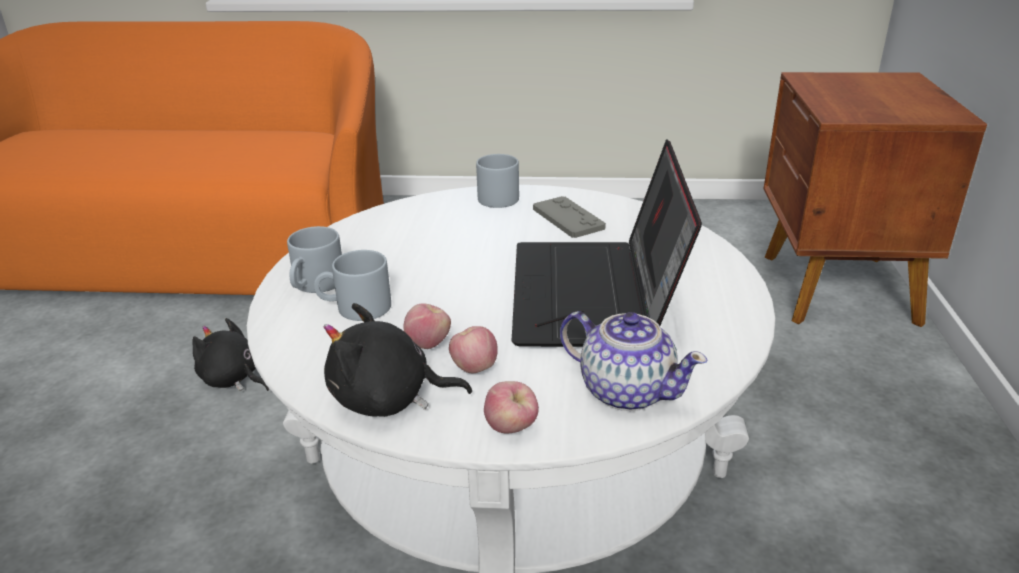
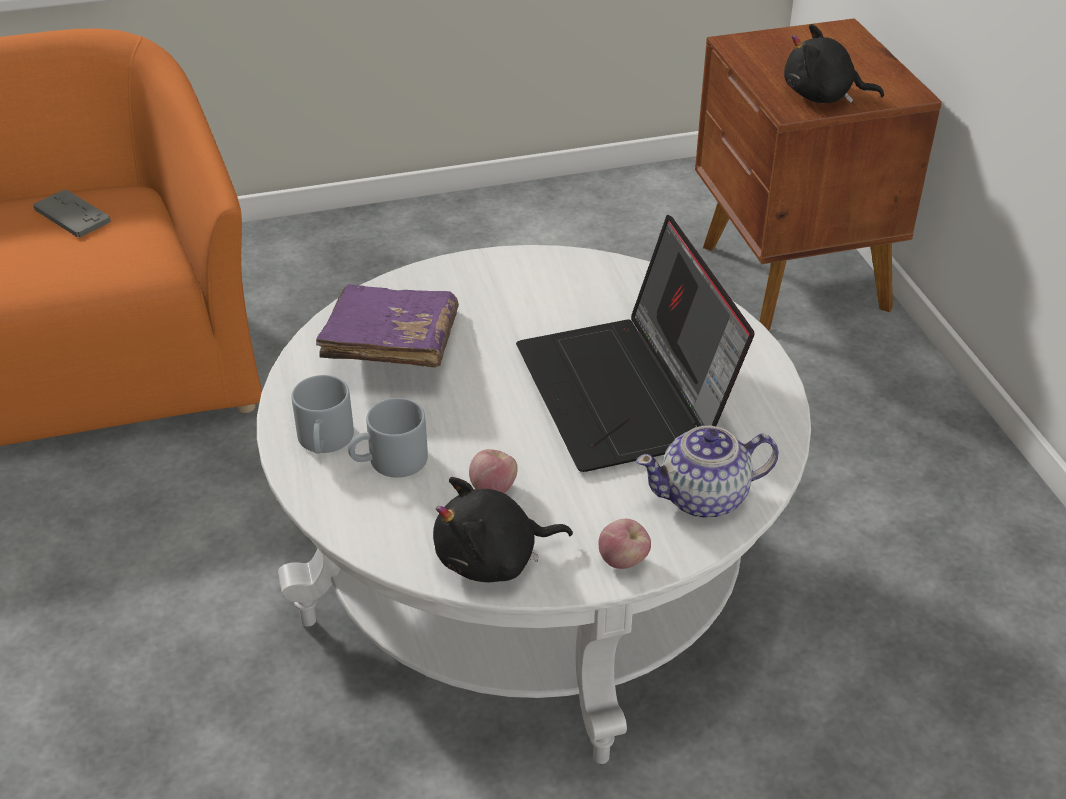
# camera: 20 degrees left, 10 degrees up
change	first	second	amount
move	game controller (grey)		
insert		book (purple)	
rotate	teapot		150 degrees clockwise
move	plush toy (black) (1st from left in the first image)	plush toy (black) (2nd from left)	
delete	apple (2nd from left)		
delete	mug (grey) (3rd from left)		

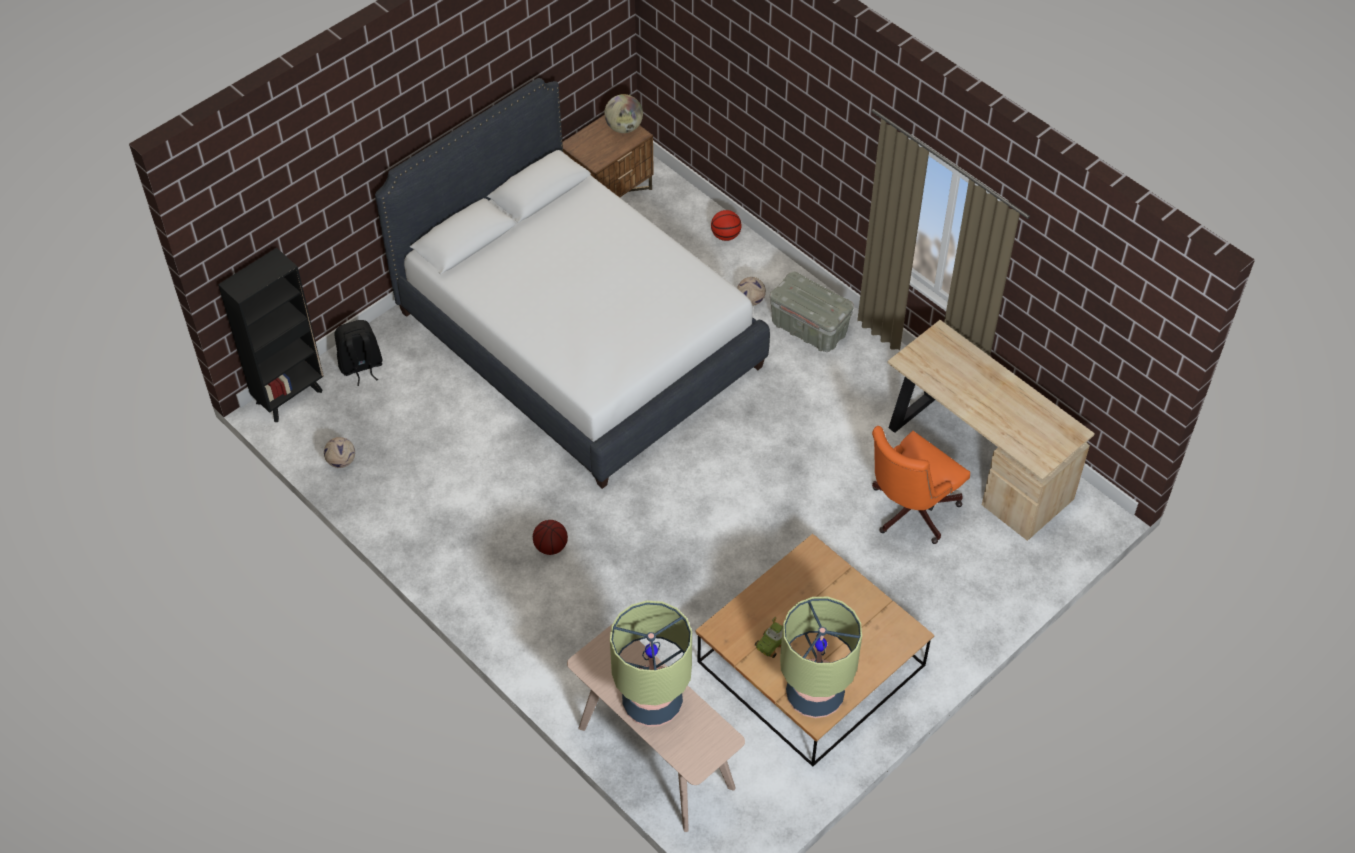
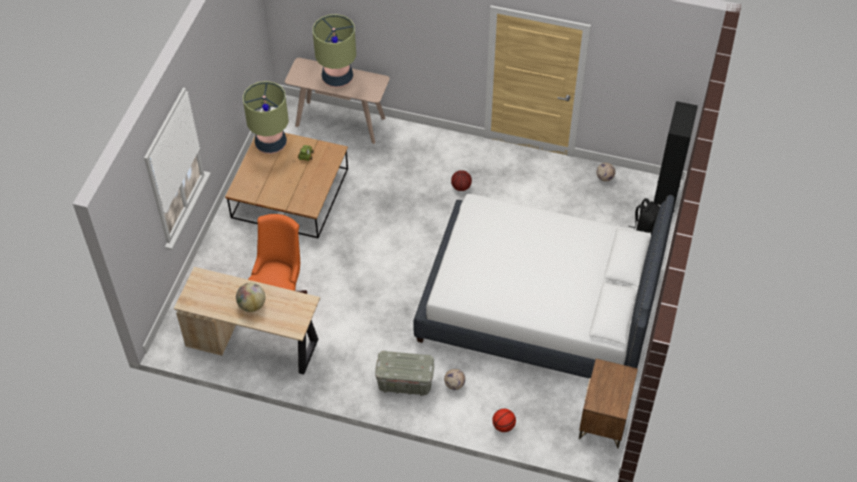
# camera: 150 degrees right, 0 degrees up
change	first	second	amount
move	globe		

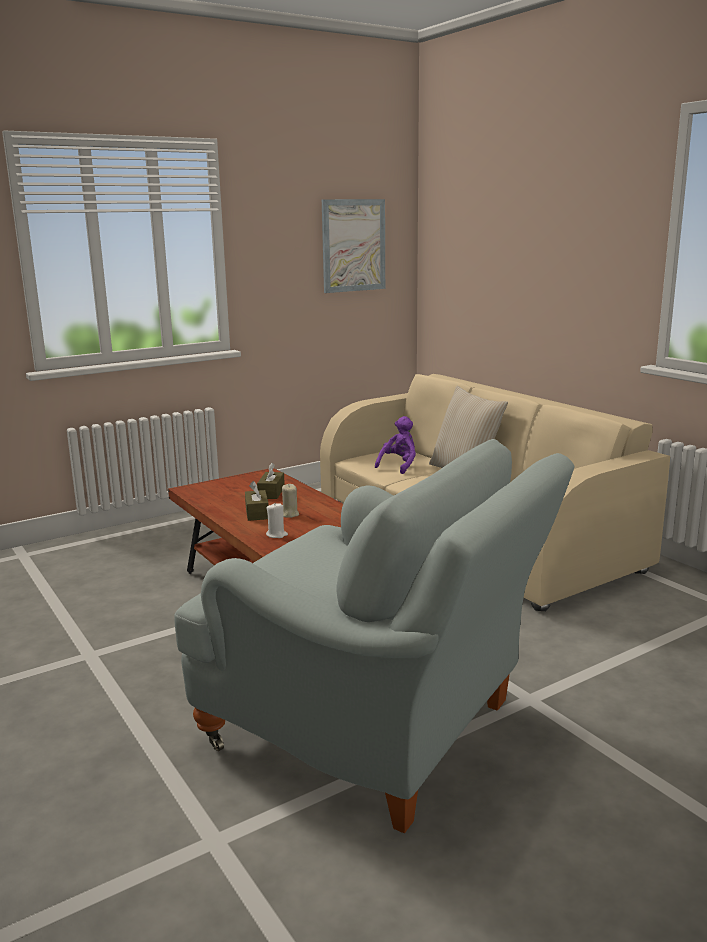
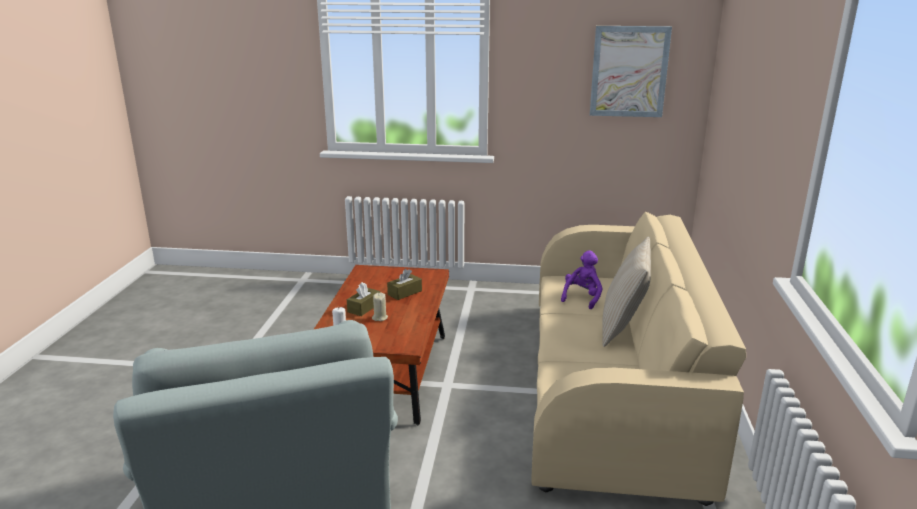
# camera: 40 degrees right, 5 degrees up
change	first	second	amount
rotate	plush toy (purple)		45 degrees counterclockwise

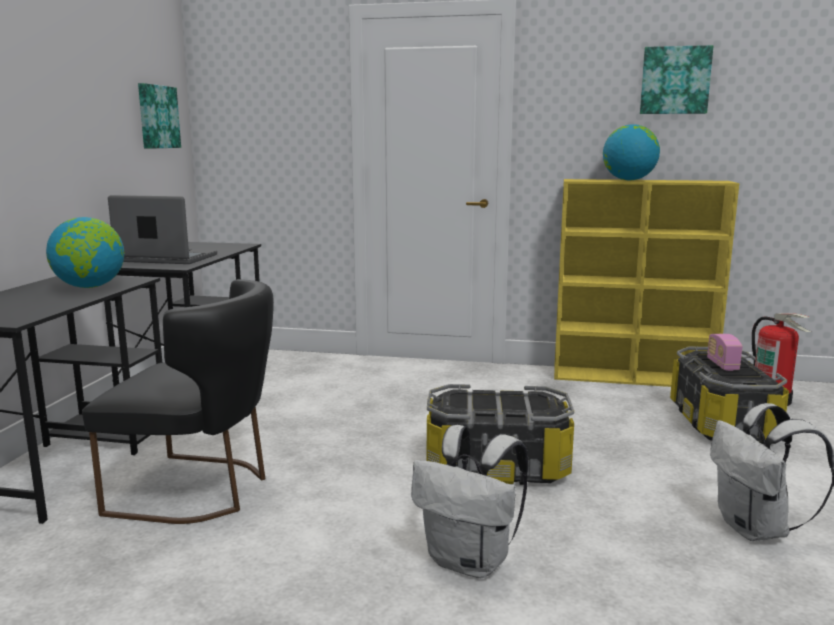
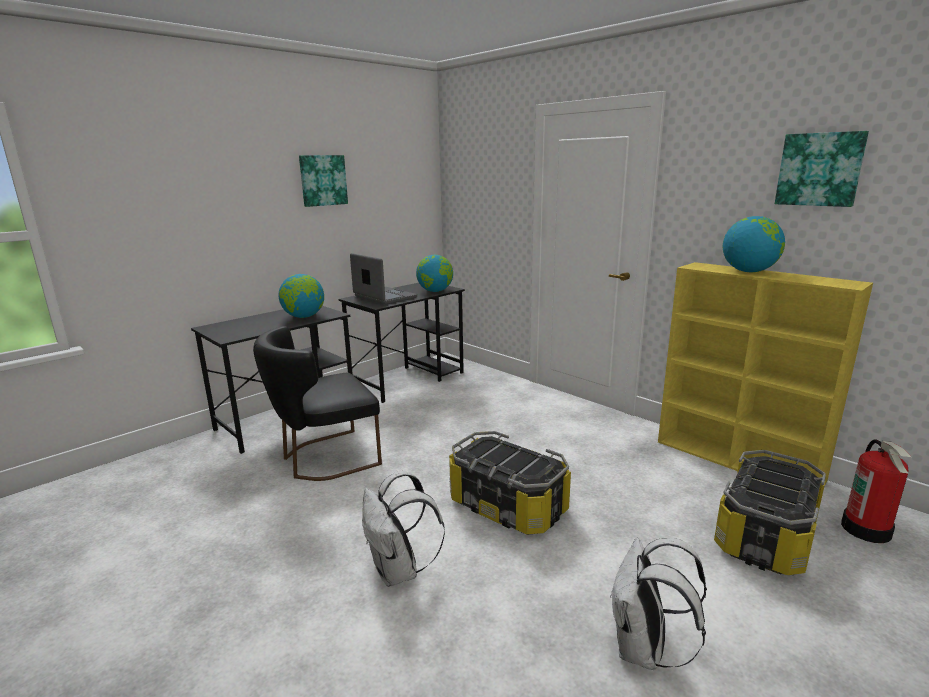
# camera: 35 degrees right, 5 degrees up
change	first	second	amount
rotate	chair (black)		105 degrees clockwise
move	picture (1st from left)		
insert		globe (2nd from left)	
delete	radio		

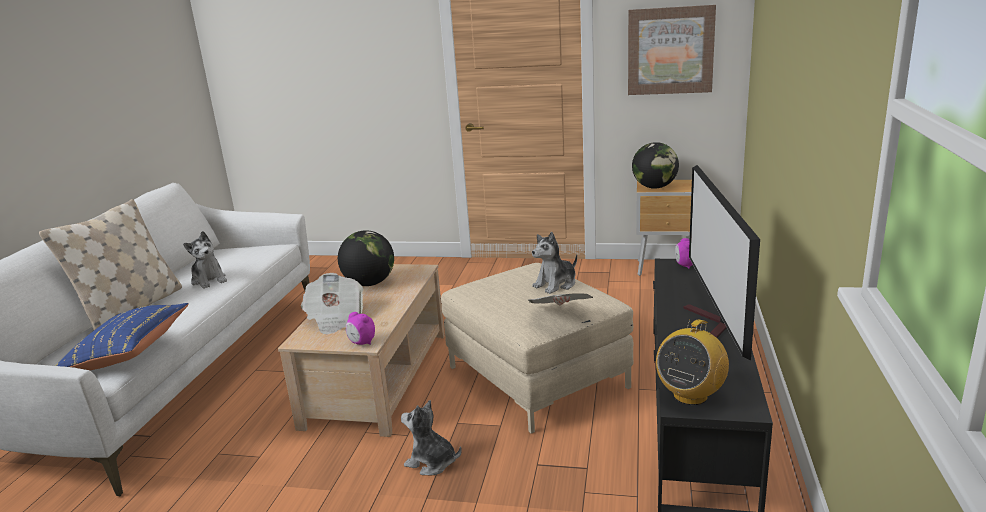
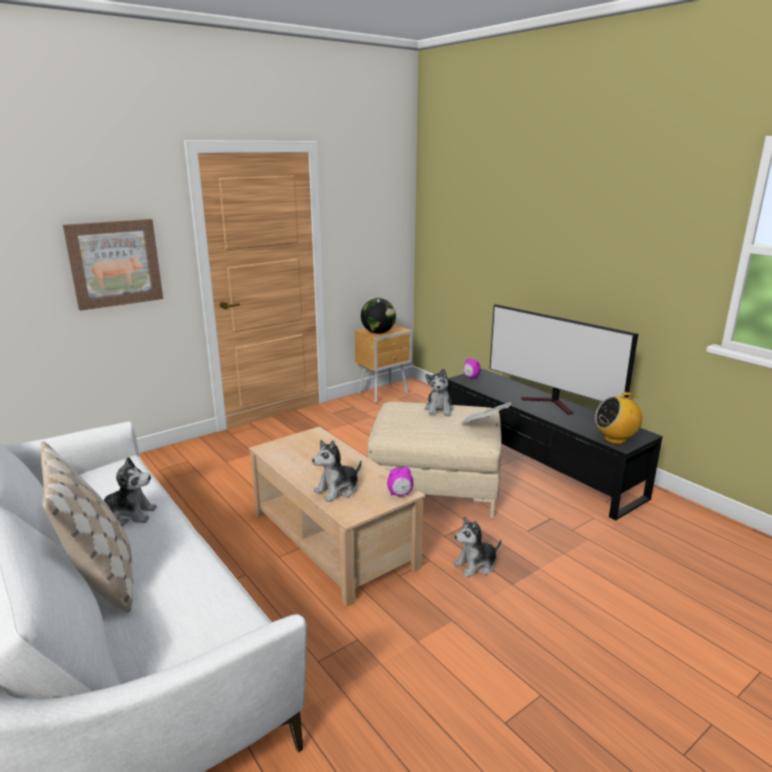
# camera: 50 degrees left, 0 degrees up
change	first	second	amount
move	picture		
replace	newspaper (1st from left)	plush toy (2nd from left)	
rotate	radio		90 degrees clockwise
delete	pillow (blue)		
delete	globe (1st from left)		

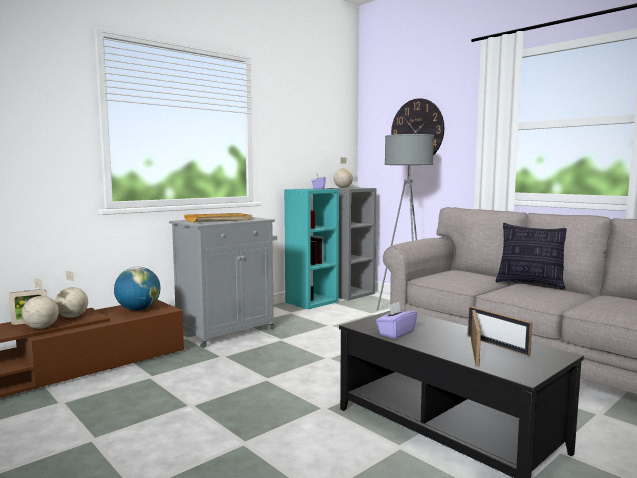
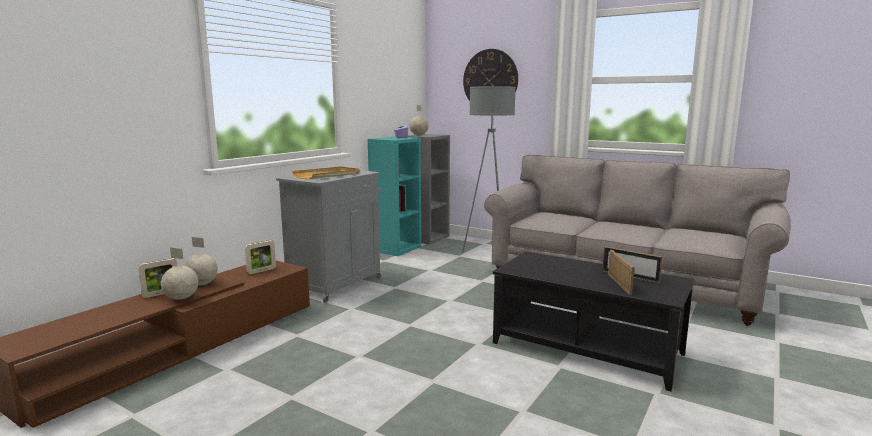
# camera: 15 degrees left, 5 degrees up
change	first	second	amount
replace	globe (3rd from left)	picture frame (2nd from left)	
delete	tissue box (purple) (2nd from left)		
delete	pillow		

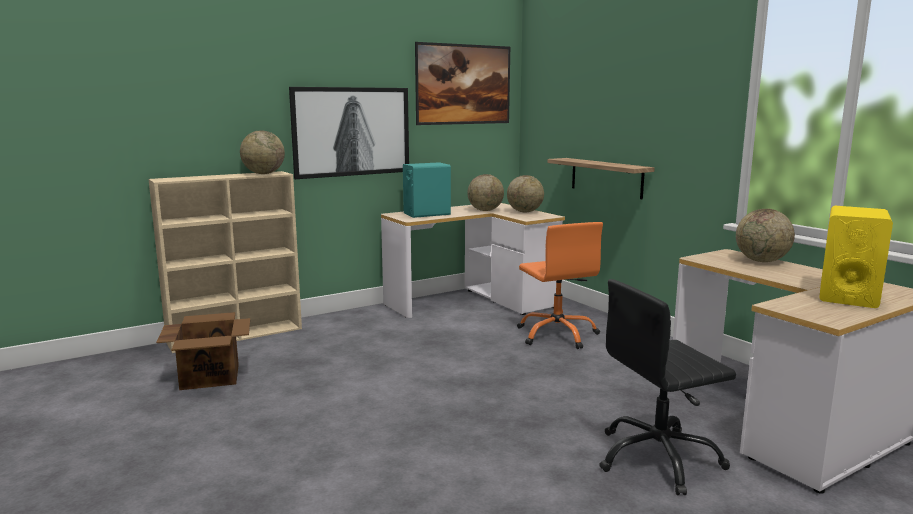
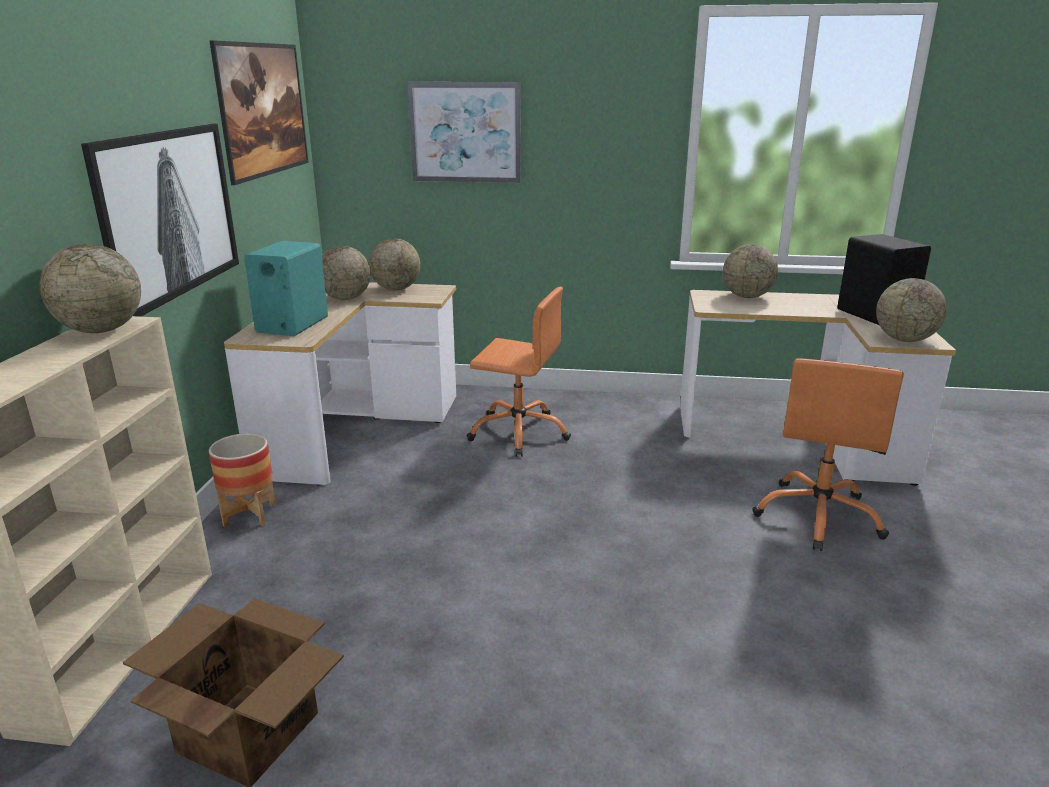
# camera: 50 degrees left, 10 degrees up
change	first	second	amount
insert		planter	
insert		picture (3rd from left)	
recolor	office chair (black)	office chair (orange) (2nd from left)	
recolor	speaker (yellow)	speaker (black)	
insert		globe (5th from left)	
delete	shelf		

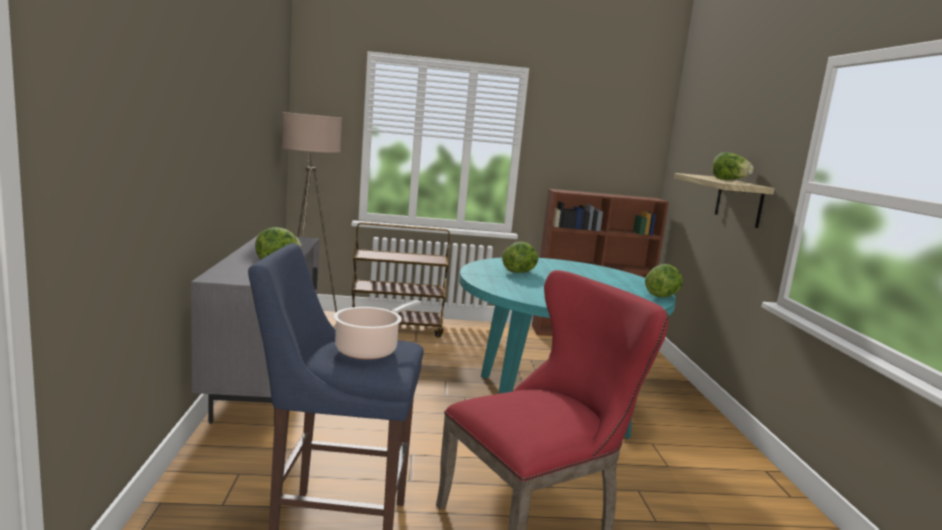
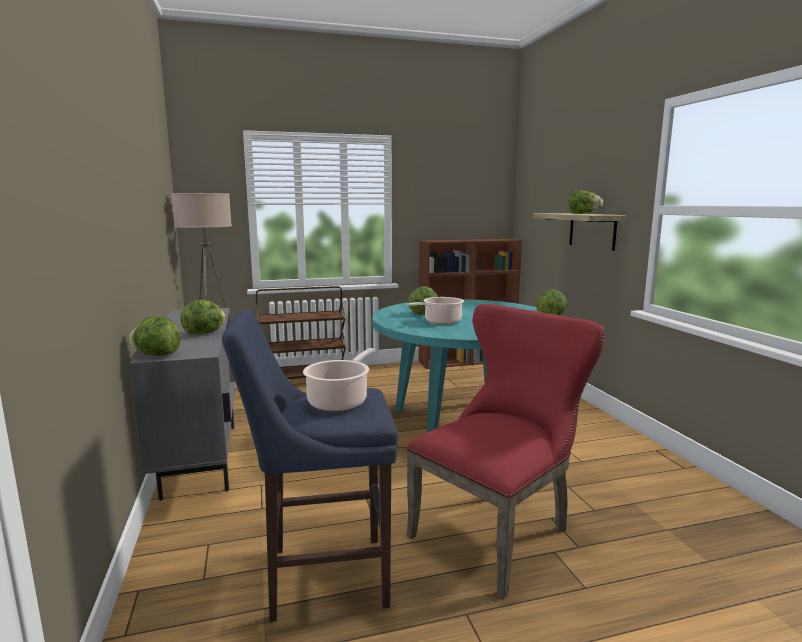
# camera: 10 degrees left, 0 degrees up
change	first	second	amount
insert		lettuce (1st from left)	
insert		cooking pot (2nd from left)	

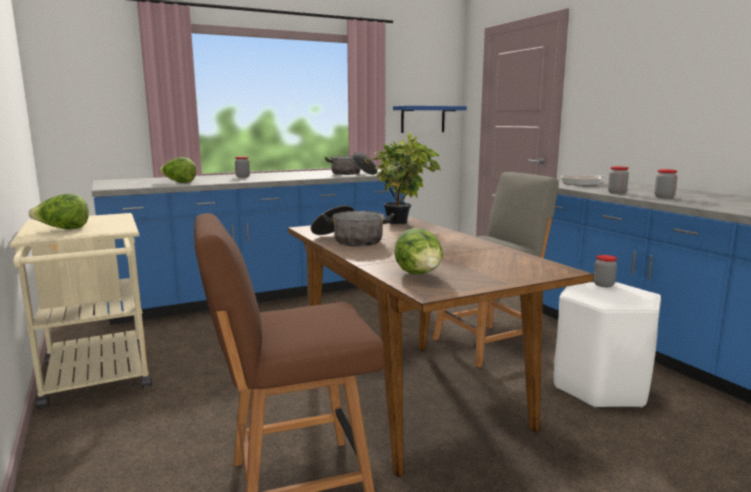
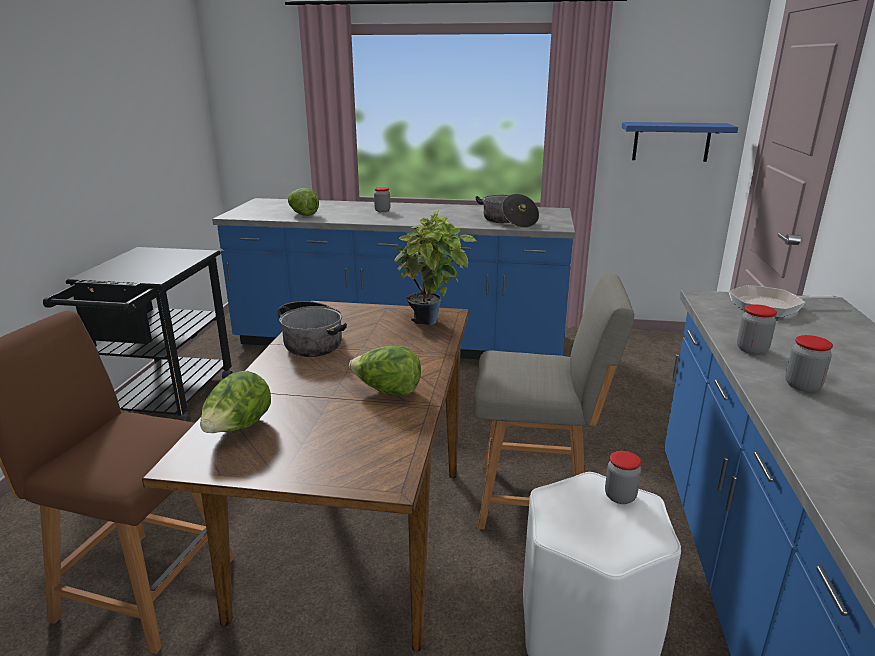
# camera: 35 degrees right, 10 degrees up
change	first	second	amount
recolor	cart (beige)	cart (black)	
move	lettuce (1st from left in the first image)	lettuce (3rd from left)	

